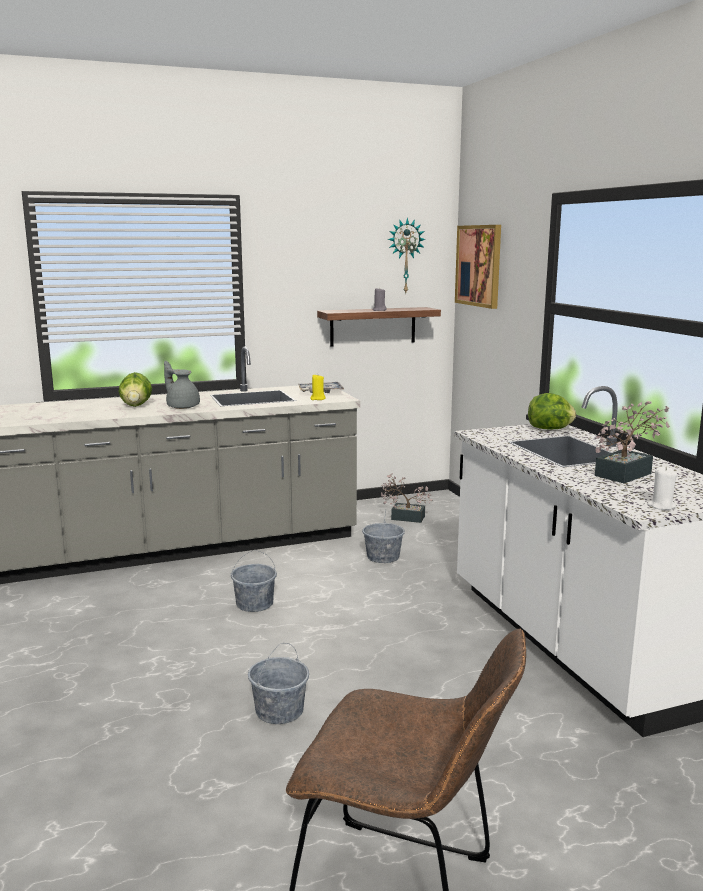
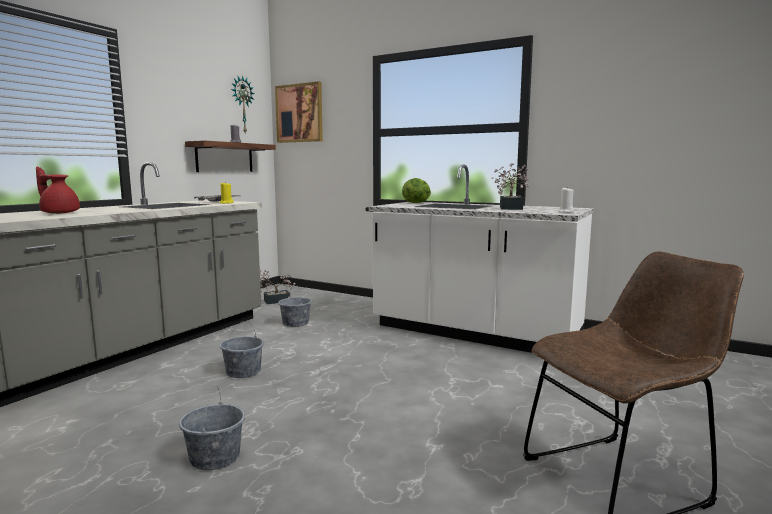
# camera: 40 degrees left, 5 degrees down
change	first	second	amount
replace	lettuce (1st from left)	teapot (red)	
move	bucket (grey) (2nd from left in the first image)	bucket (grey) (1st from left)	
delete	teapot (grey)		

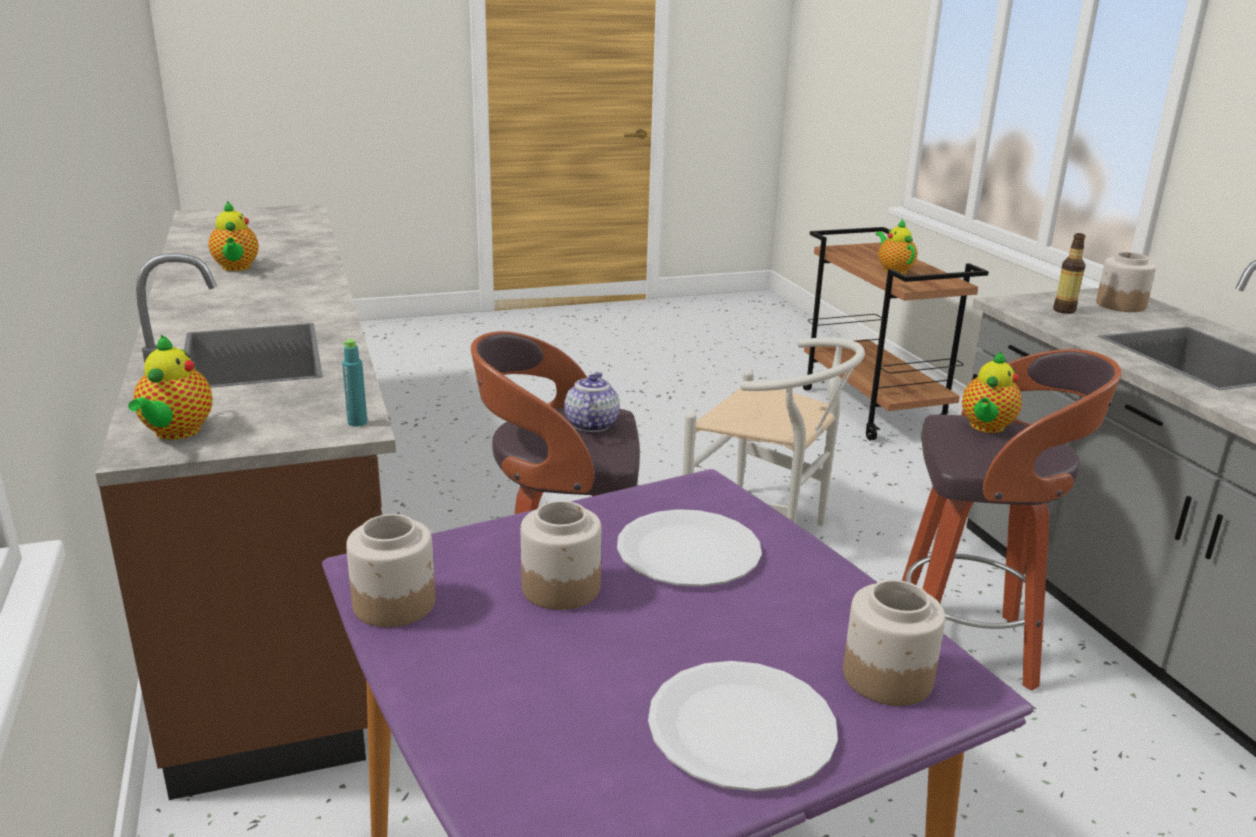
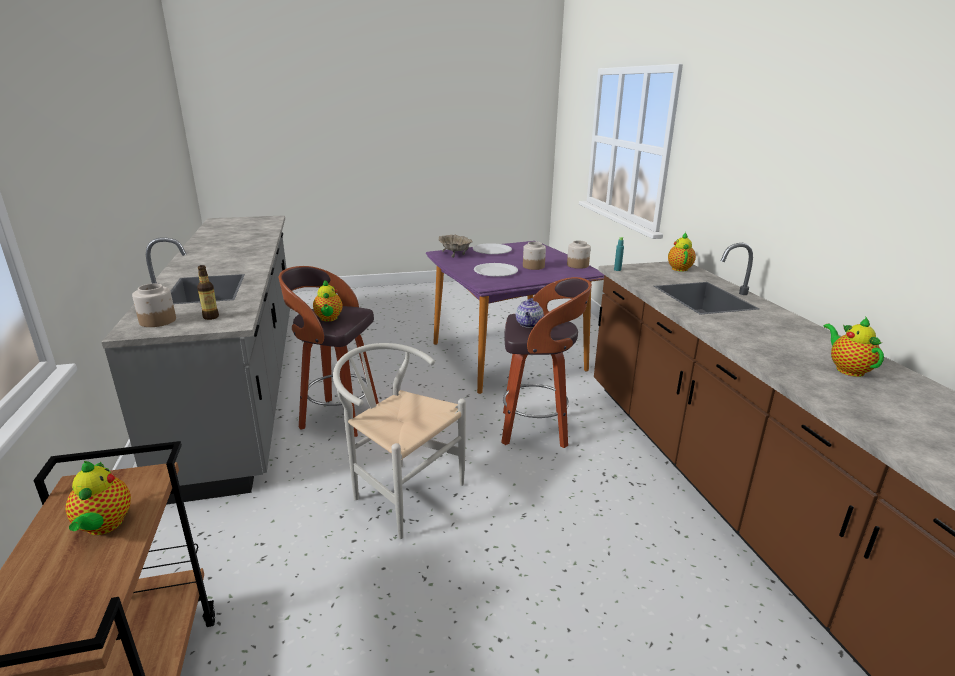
# camera: 175 degrees left, 0 degrees up
change	first	second	amount
rotate	teapot (5th from left in the first image)	teapot (2nd from left)	135 degrees clockwise
replace	jar (3rd from left)	bowl (beige)	

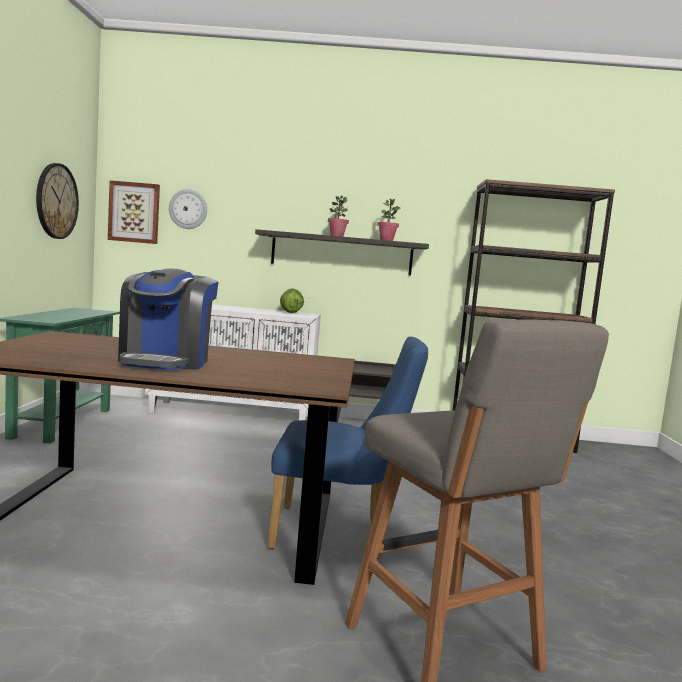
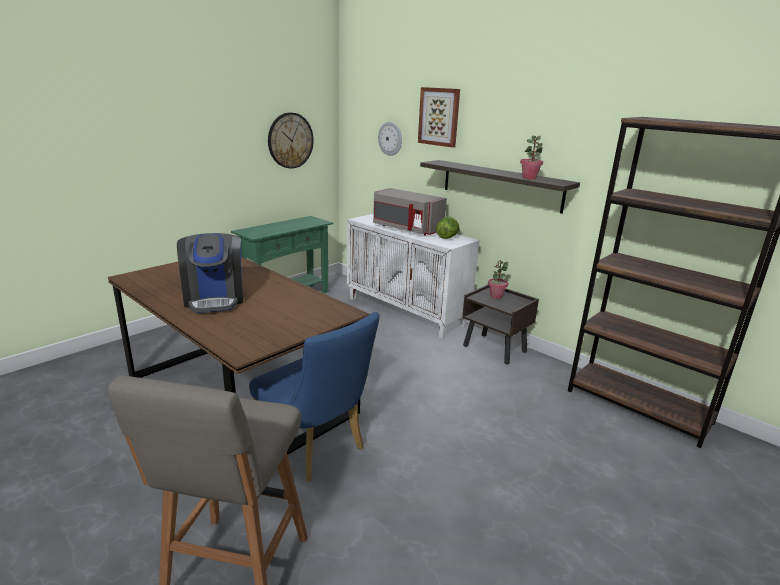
# camera: 40 degrees right, 15 degrees up
change	first	second	amount
rotate	coffee machine		60 degrees counterclockwise
insert		microwave (grey)	
move	picture		
move	potted plant (1st from left)		

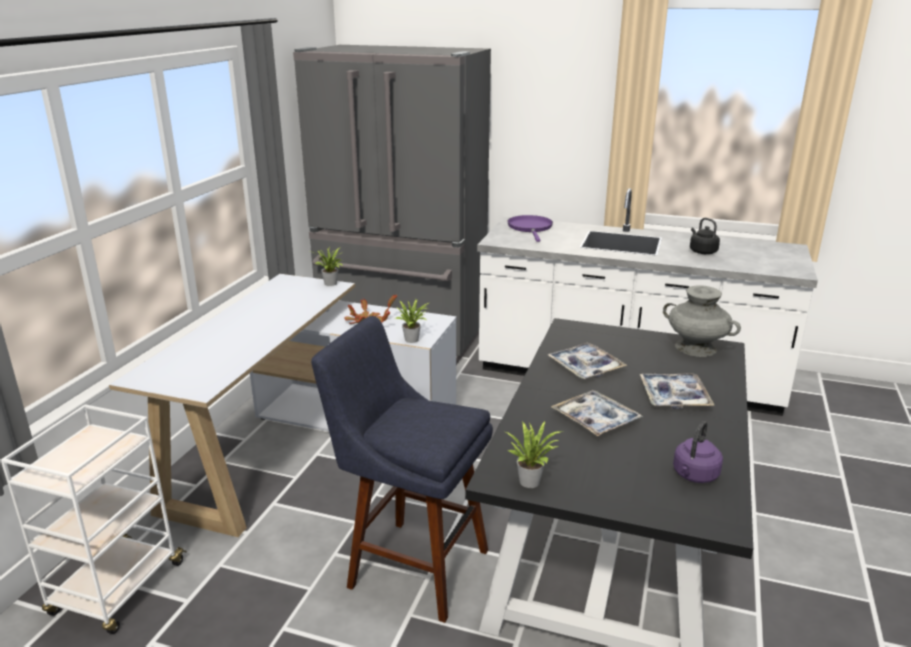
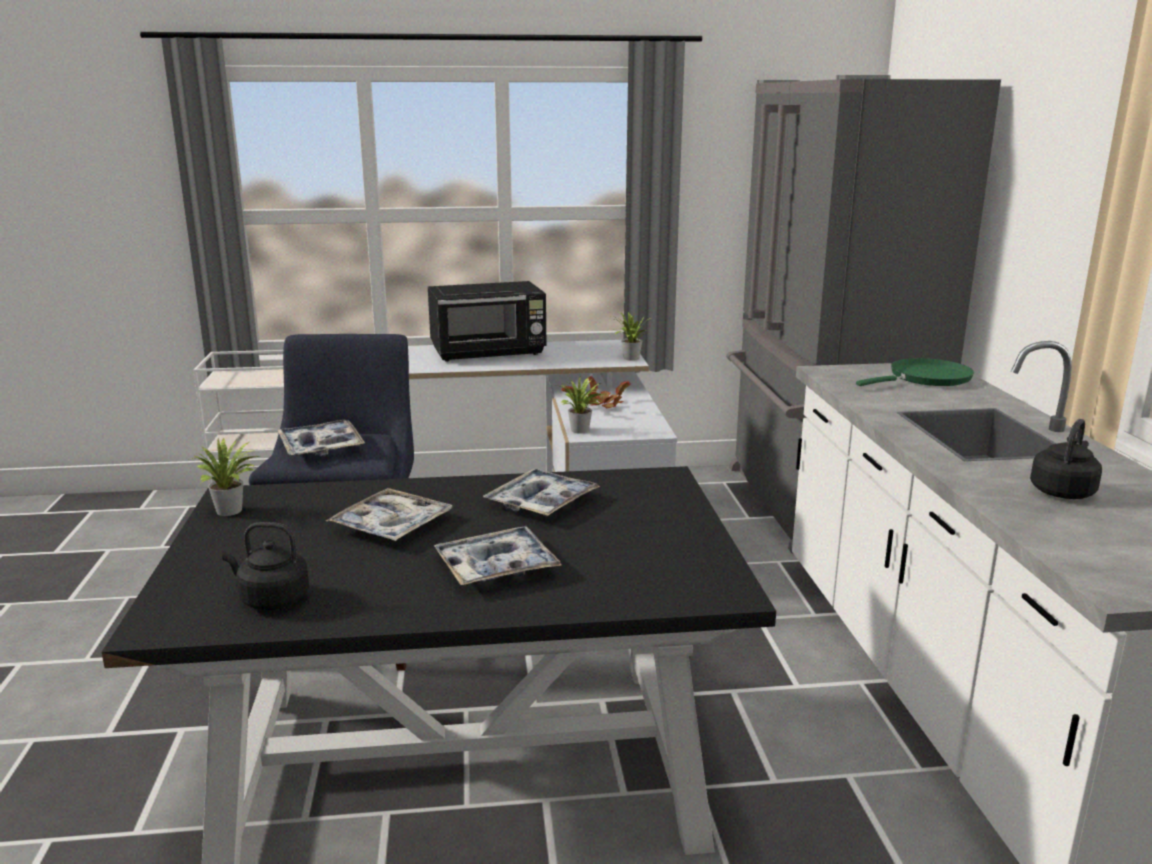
# camera: 65 degrees right, 5 degrees down
change	first	second	amount
recolor	kettle (purple)	kettle (black) (1st from left)	
insert		tray (1st from left)	
insert		microwave (black)	
recolor	frying pan (purple)	frying pan (green)	
delete	vase (grey)		

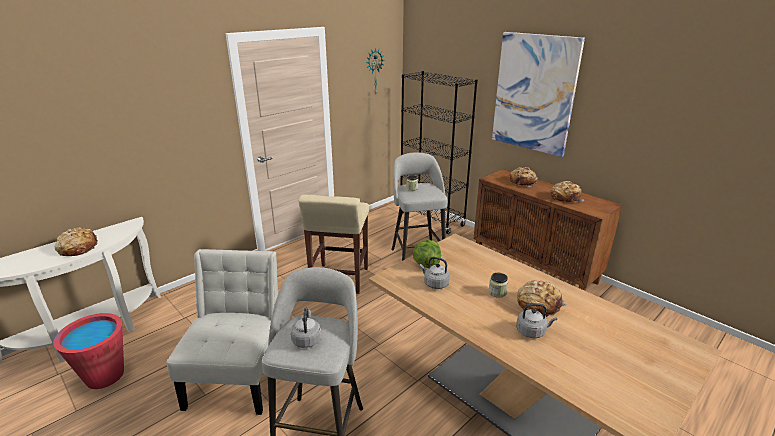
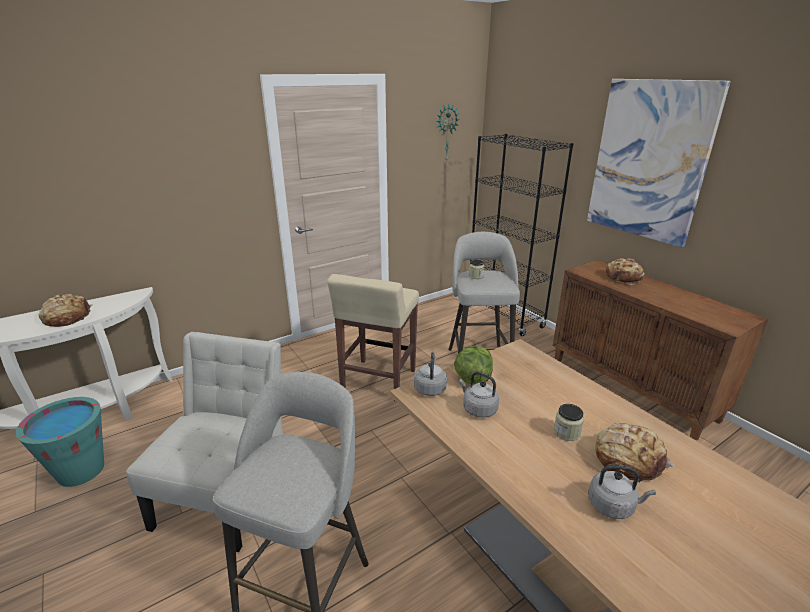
# camera: 10 degrees right, 0 degrees up
change	first	second	amount
recolor	bucket (red)	bucket (turquoise)	
move	kettle (grey) (1st from left)		
delete	bread (4th from left)		

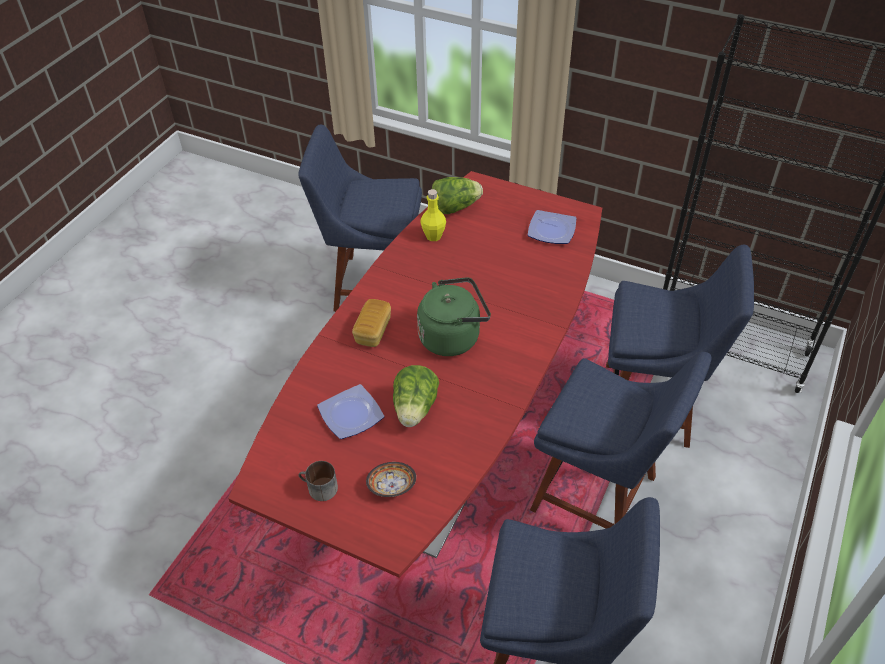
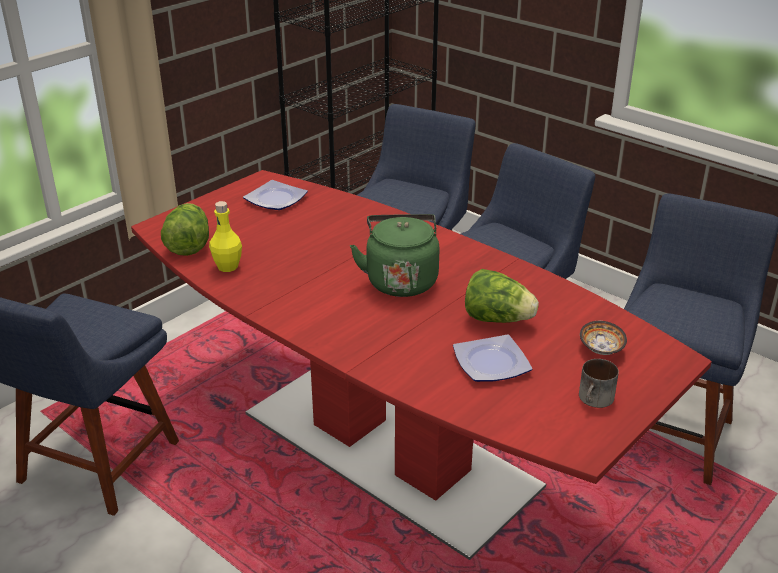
# camera: 75 degrees left, 15 degrees down
change	first	second	amount
delete	bread		

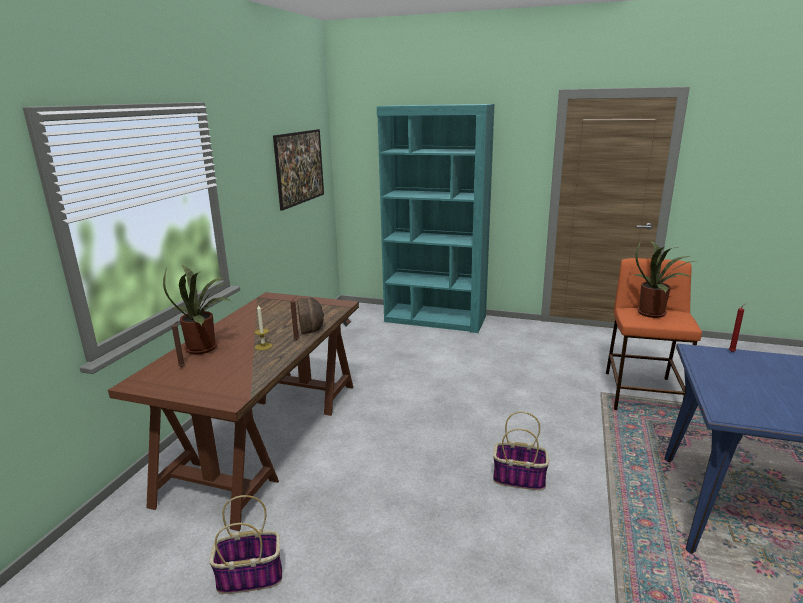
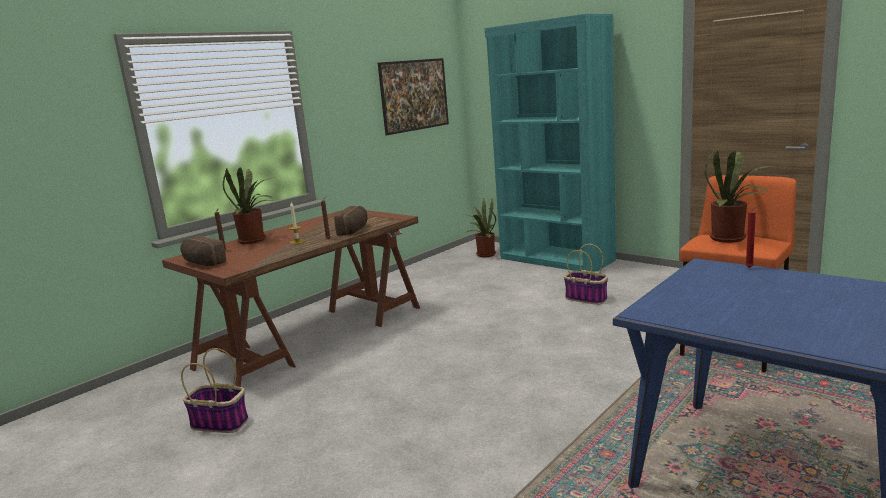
# camera: 25 degrees right, 5 degrees down
change	first	second	amount
insert		bread (1st from left)	
insert		potted plant (2nd from left)	
move	basket (2nd from left)		

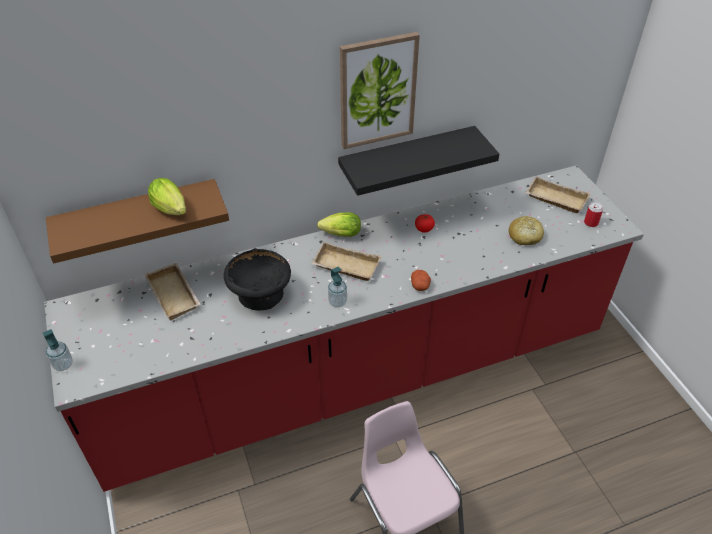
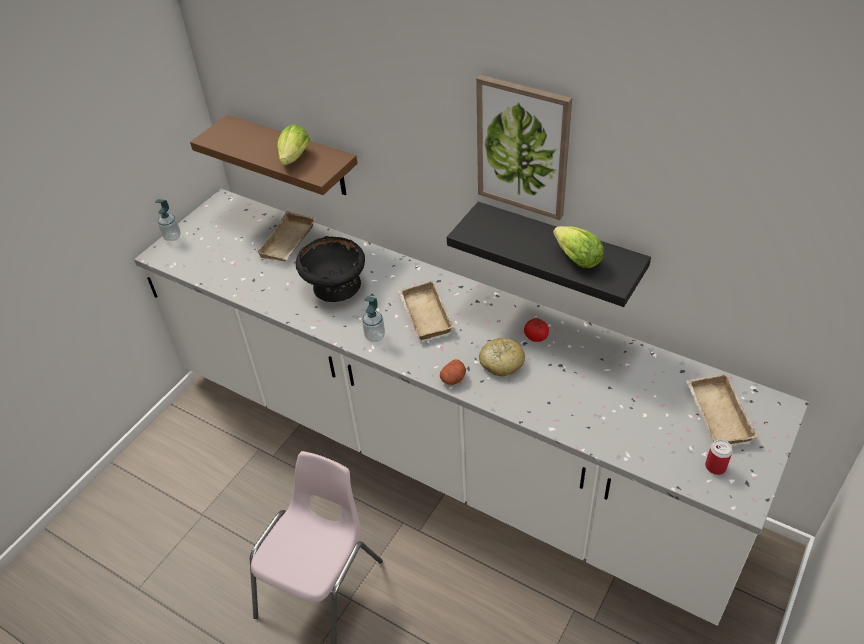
# camera: 55 degrees right, 0 degrees up
change	first	second	amount
recolor	counter (red)	counter (white)	
move	bread		
move	lettuce (2nd from left)		

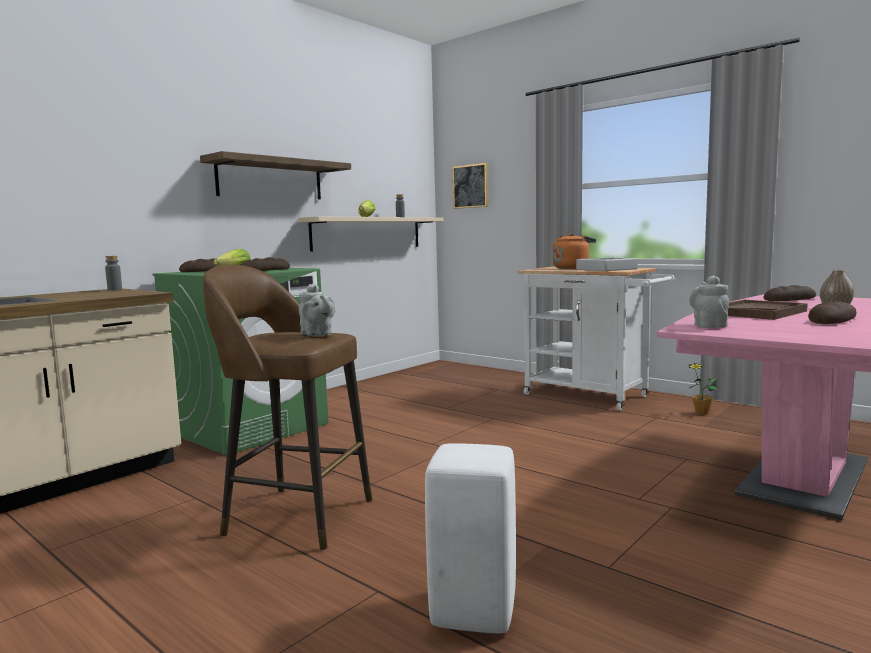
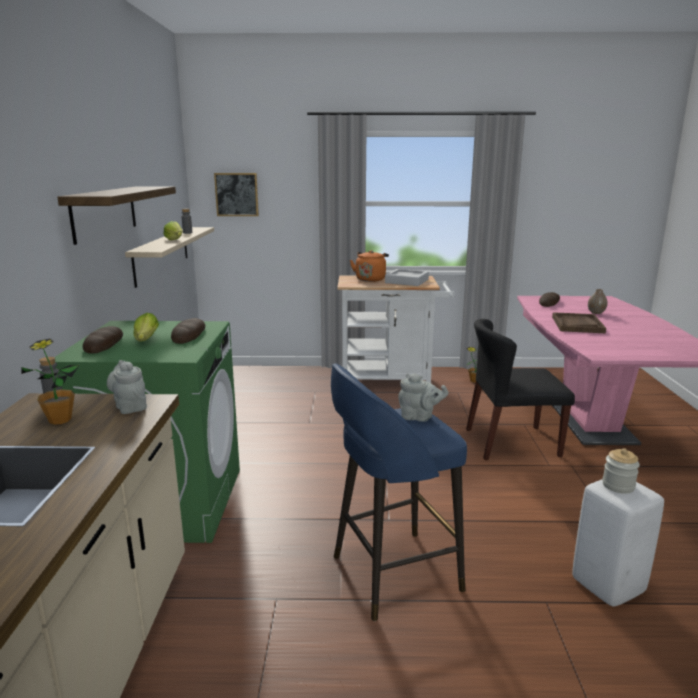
# camera: 40 degrees left, 10 degrees up
change	first	second	amount
insert		potted plant (1st from left)	
move	teapot (grey) (2nd from left in the first image)	teapot (grey) (1st from left)	
recolor	stool (brown)	stool (blue)	
insert		chair (black)	
insert		jar	
delete	bread (4th from left)		

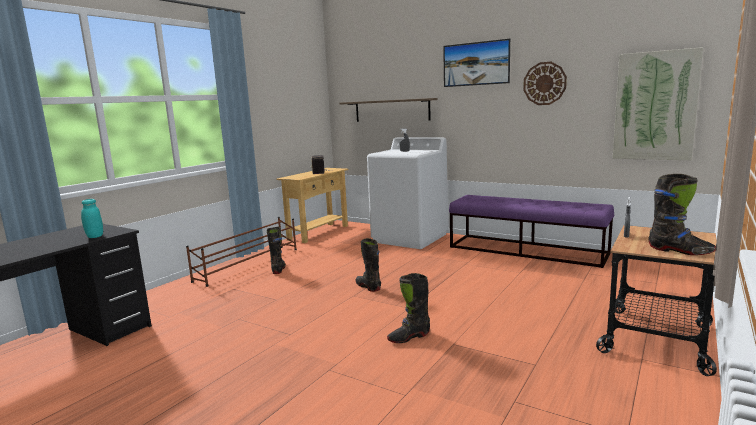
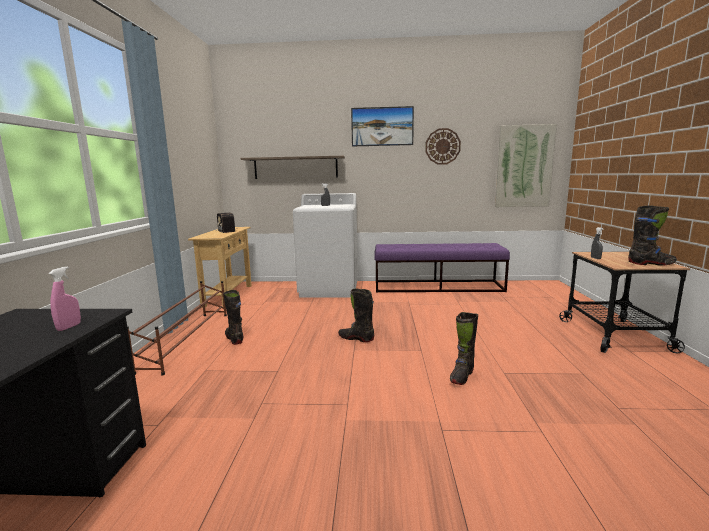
# camera: 30 degrees left, 0 degrees up
change	first	second	amount
replace	jar (turquoise)	spray bottle (pink)	

